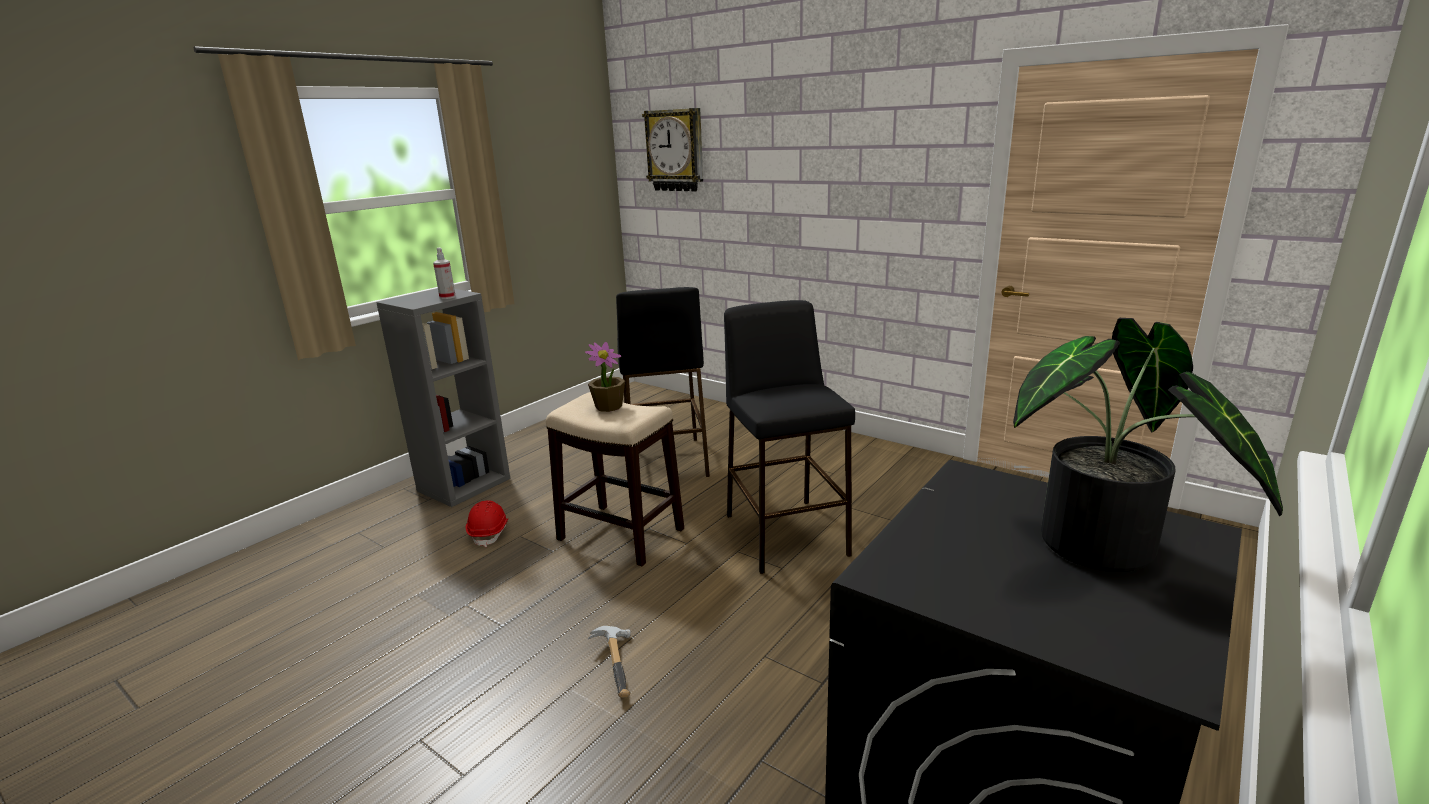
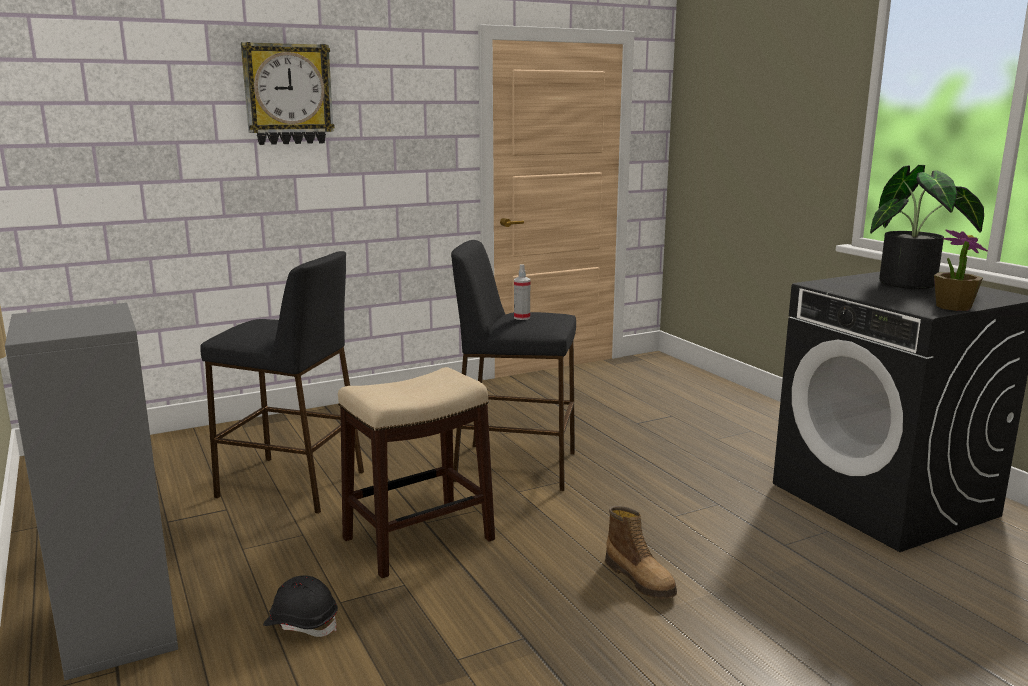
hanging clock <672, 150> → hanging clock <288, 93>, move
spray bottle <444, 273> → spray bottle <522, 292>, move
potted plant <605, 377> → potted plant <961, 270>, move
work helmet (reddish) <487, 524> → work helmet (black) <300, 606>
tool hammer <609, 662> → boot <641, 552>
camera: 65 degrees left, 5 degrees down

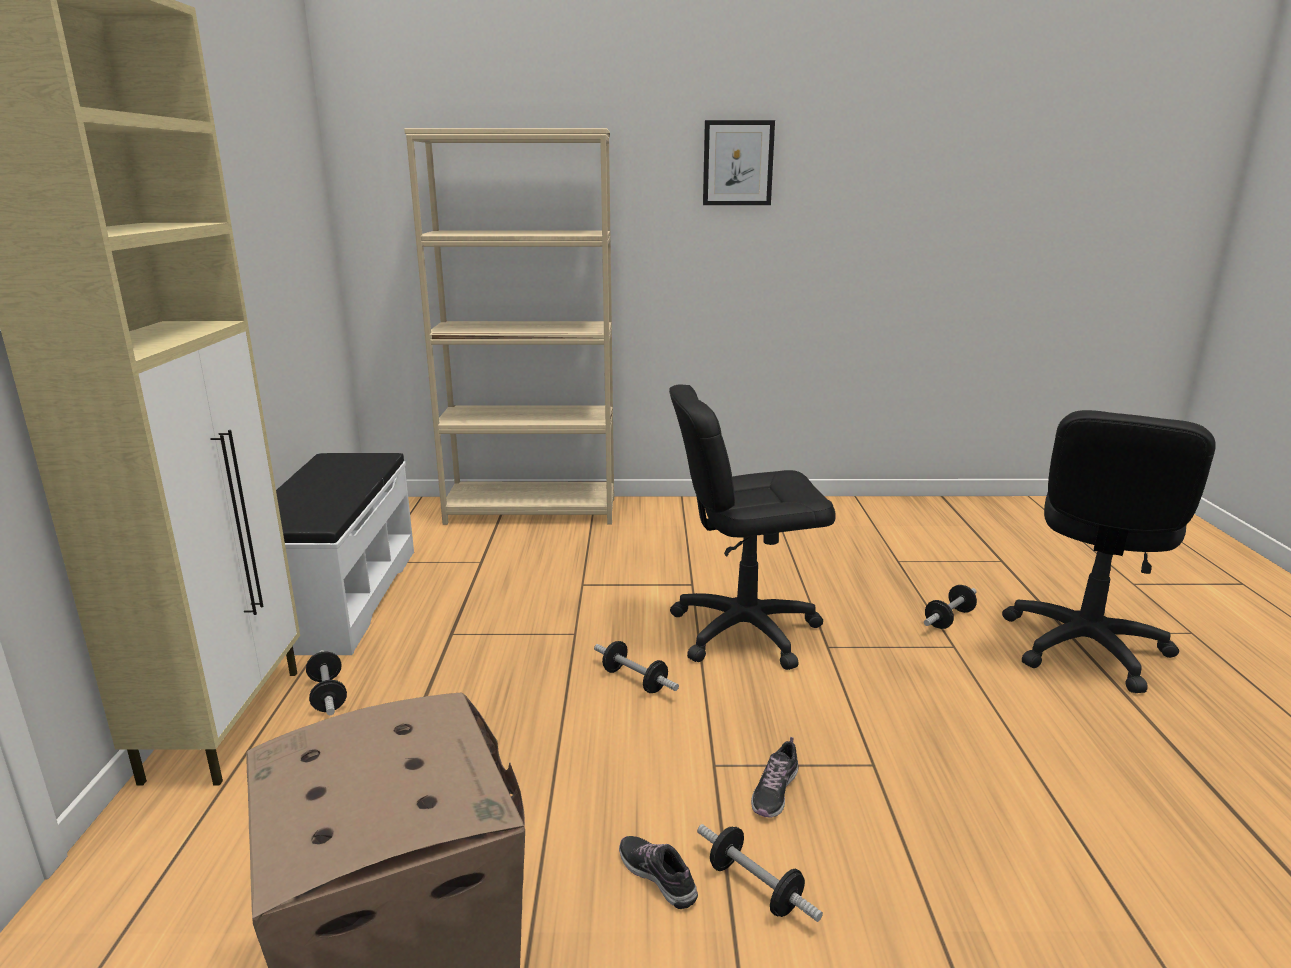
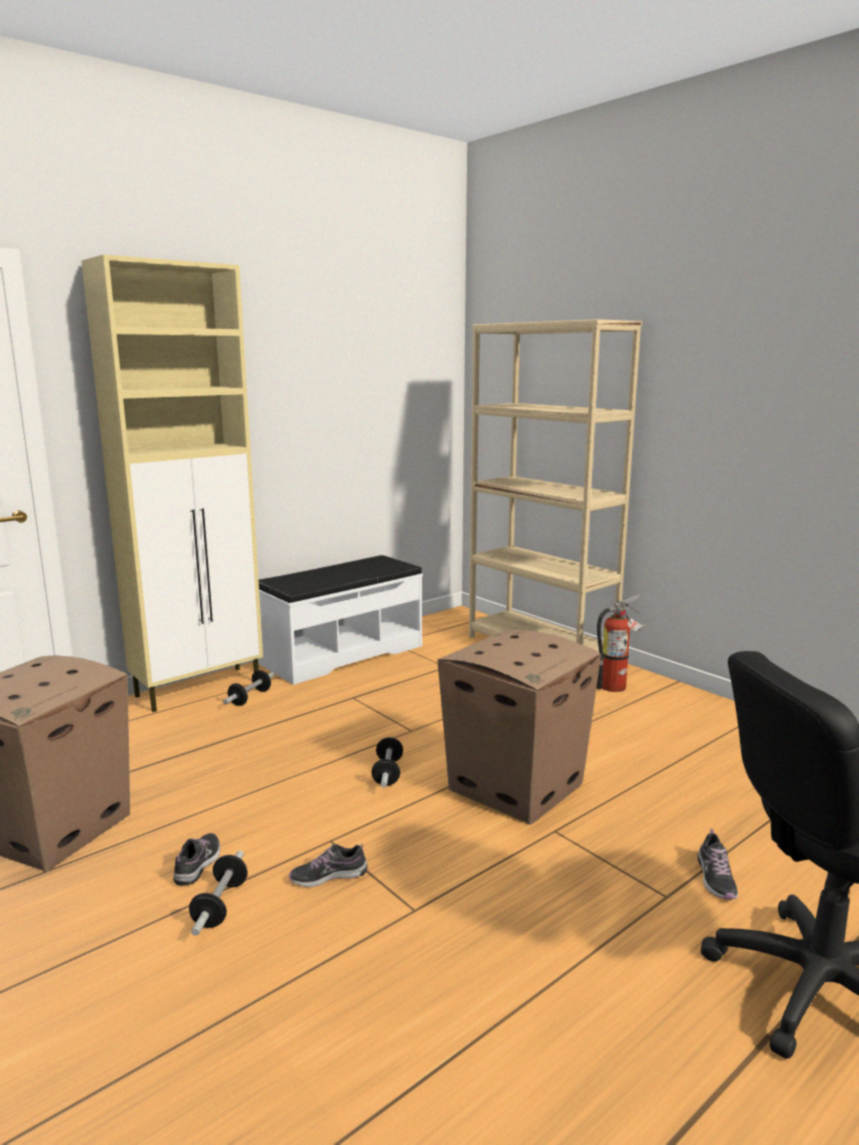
wall art <739, 162> → -
computer chair (black) <752, 527> → cardboard box <519, 727>
hand weight <950, 607> → item of footwear <718, 864>
- → fire extinguisher <621, 643>
camera: 50 degrees right, 5 degrees down

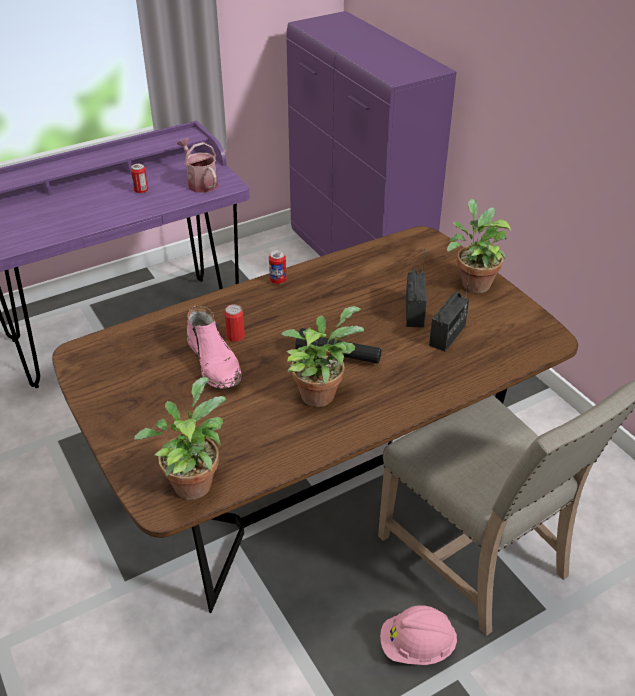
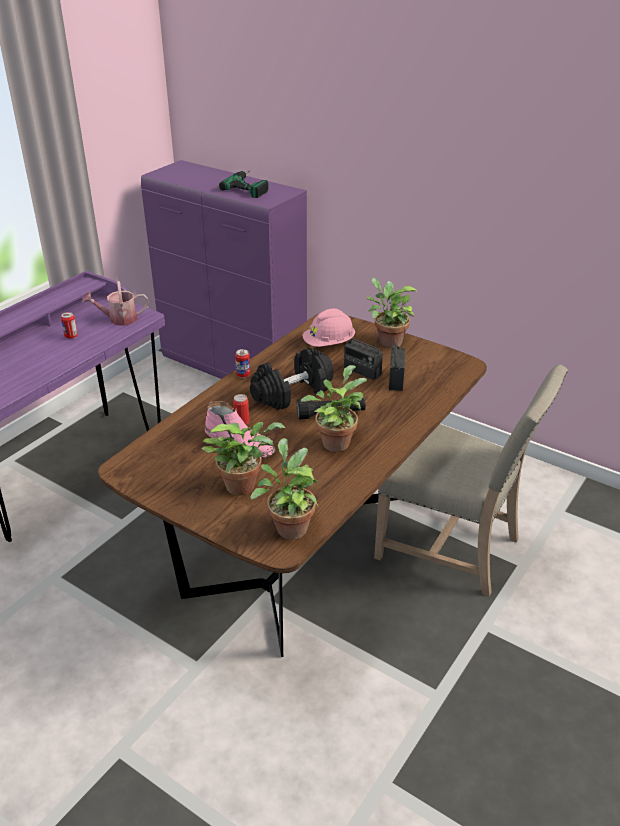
watering pot <197, 165> → watering pot <115, 303>, 45 degrees counterclockwise
radio receiver <416, 285> → radio receiver <363, 355>, 150 degrees clockwise
work helmet (pinkish) <418, 635> → work helmet (pinkish) <329, 327>, move
- → power drill <244, 184>
- → hand weight (black) <292, 378>
- → potted plant <243, 459>
camera: 25 degrees left, 5 degrees down

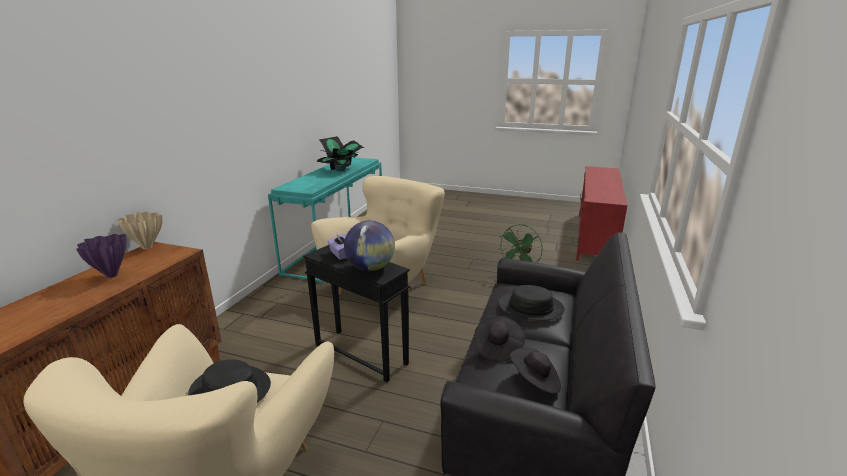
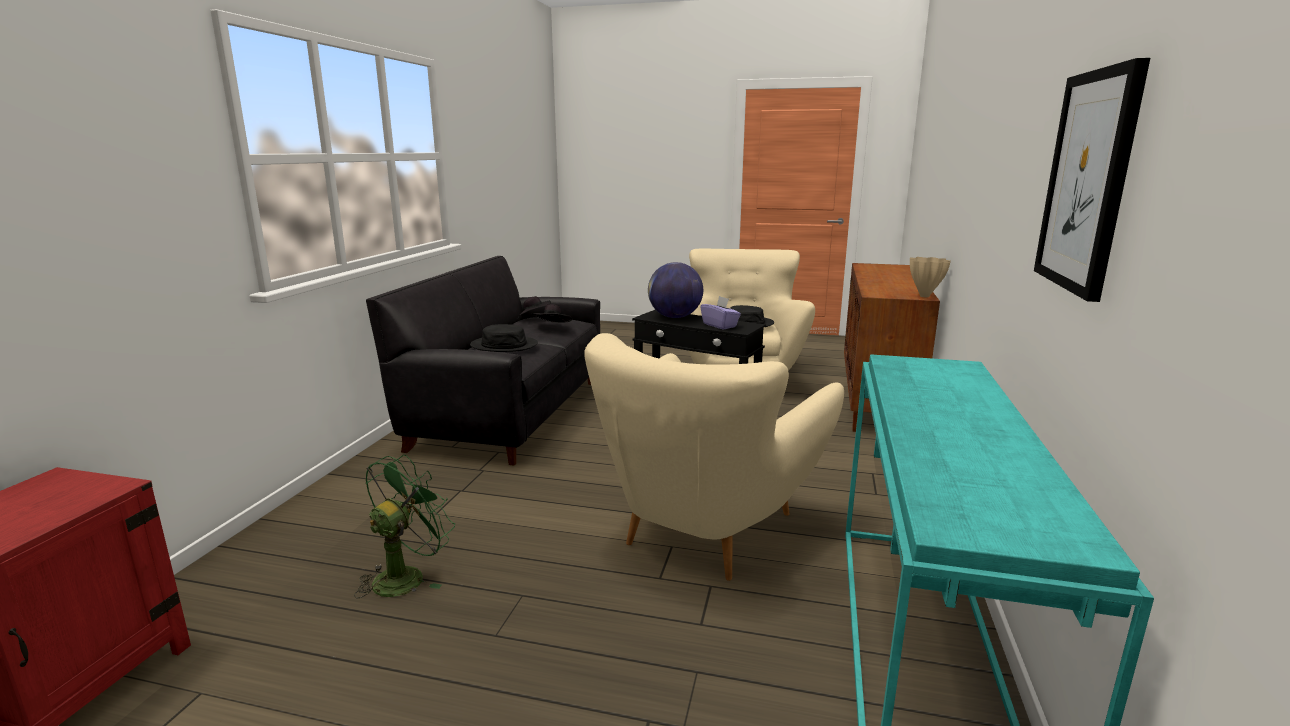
potted plant <340, 153> → -
vase (purple) <101, 256> → -
- → wall art <1092, 180>
camera: 175 degrees right, 5 degrees down

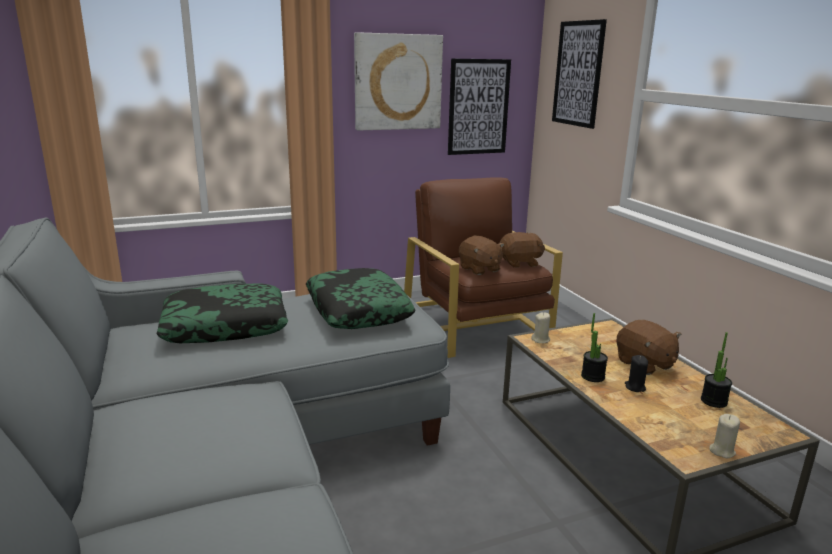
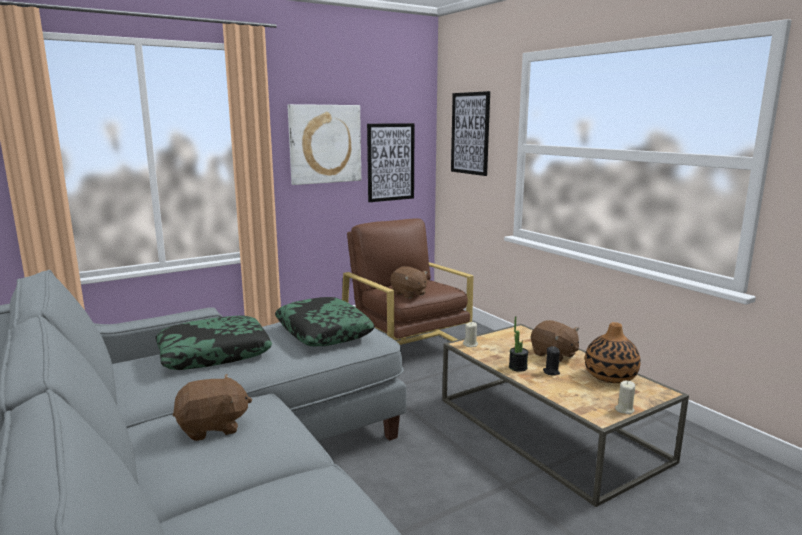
soft toy (brown) <522, 250> → soft toy (brown) <212, 407>, move
potted plant <716, 370> → vase <613, 352>
camera: 10 degrees left, 5 degrees down

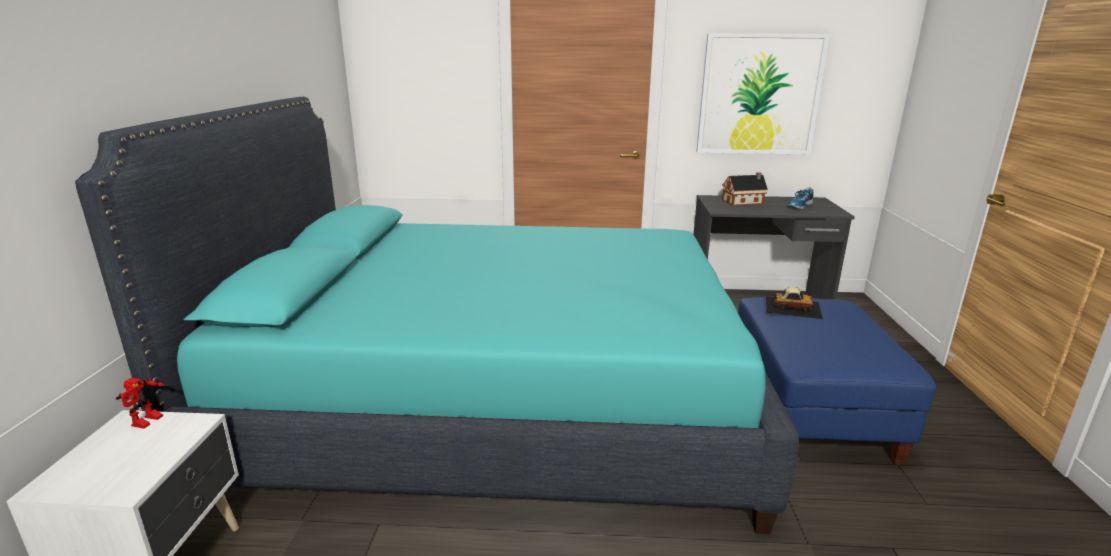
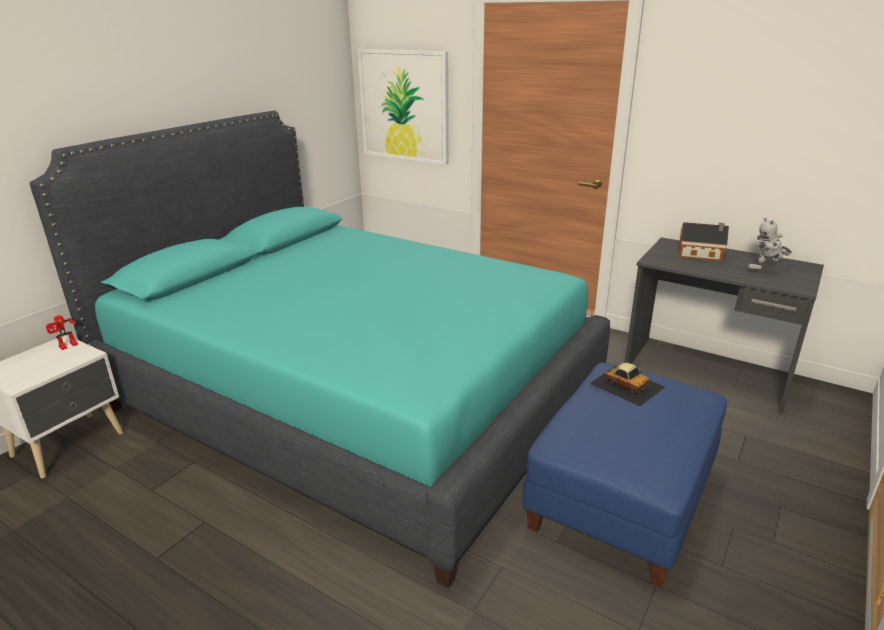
wall art <763, 93> → wall art <403, 107>, move
item of footwear <800, 198> → toy robot <769, 244>
camera: 30 degrees right, 5 degrees up

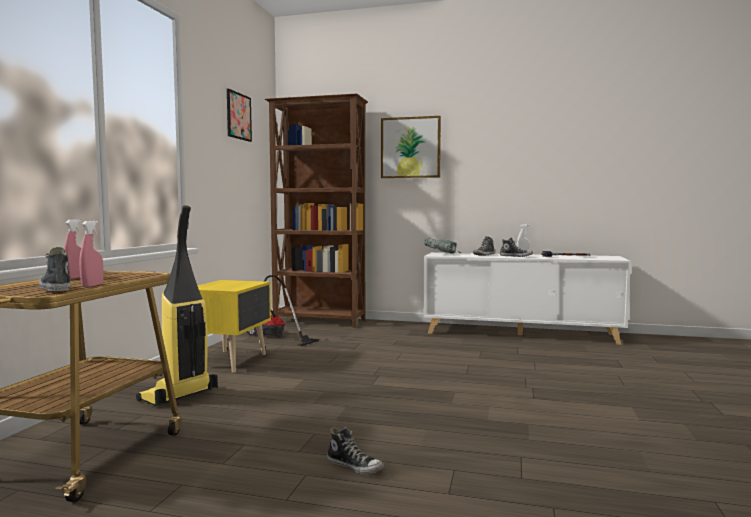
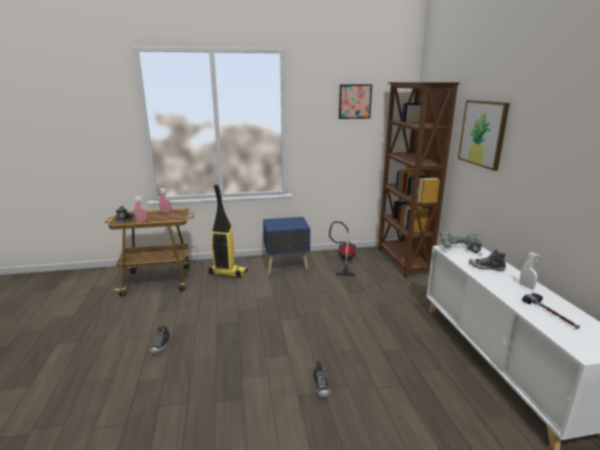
item of footwear <516, 247> → item of footwear <322, 379>, move
nightstand (yellowish) <234, 326> → nightstand (bluish) <286, 245>
camera: 65 degrees right, 15 degrees up

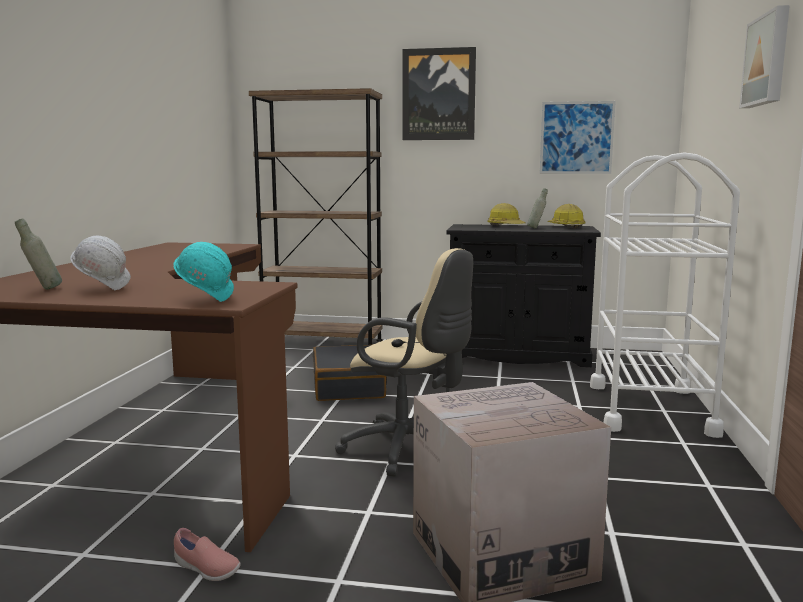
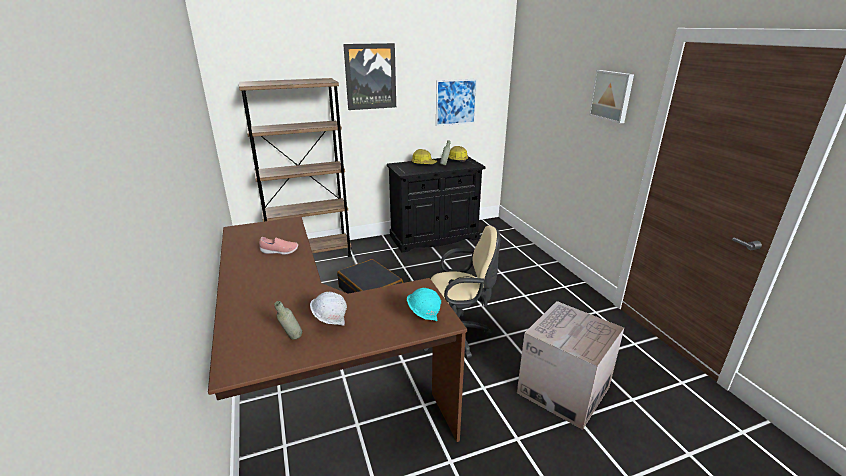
trolley (white) <665, 295> → -
item of footwear (pinkish) <207, 554> → item of footwear (pinkish) <278, 246>, move
camera: 30 degrees left, 15 degrees up

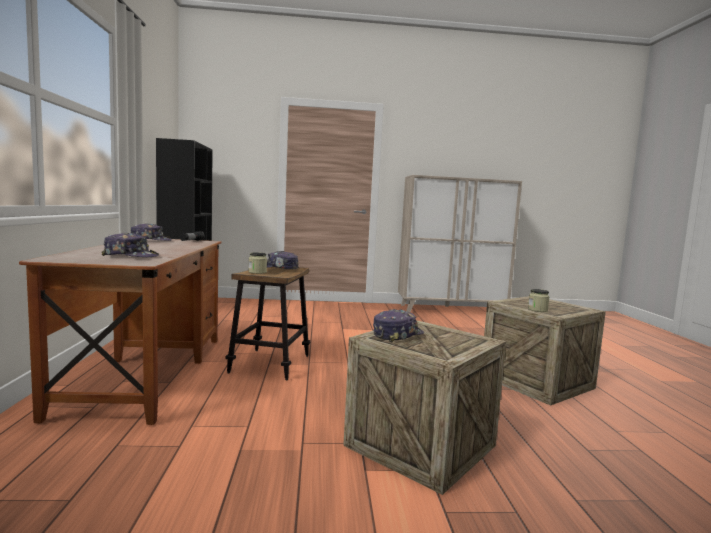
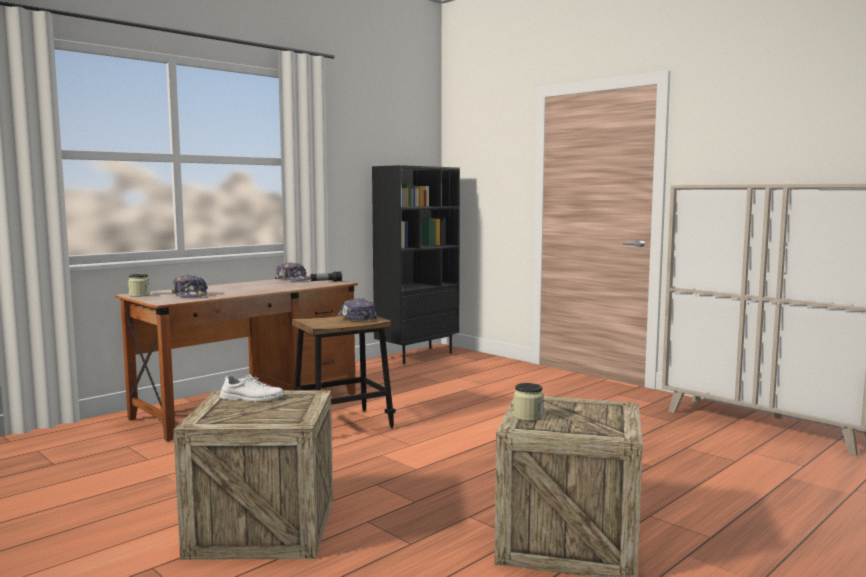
preserve jar <257, 263> → preserve jar <139, 285>, move
peaked cap <398, 325> → item of footwear (white) <252, 388>
camera: 50 degrees right, 0 degrees up

